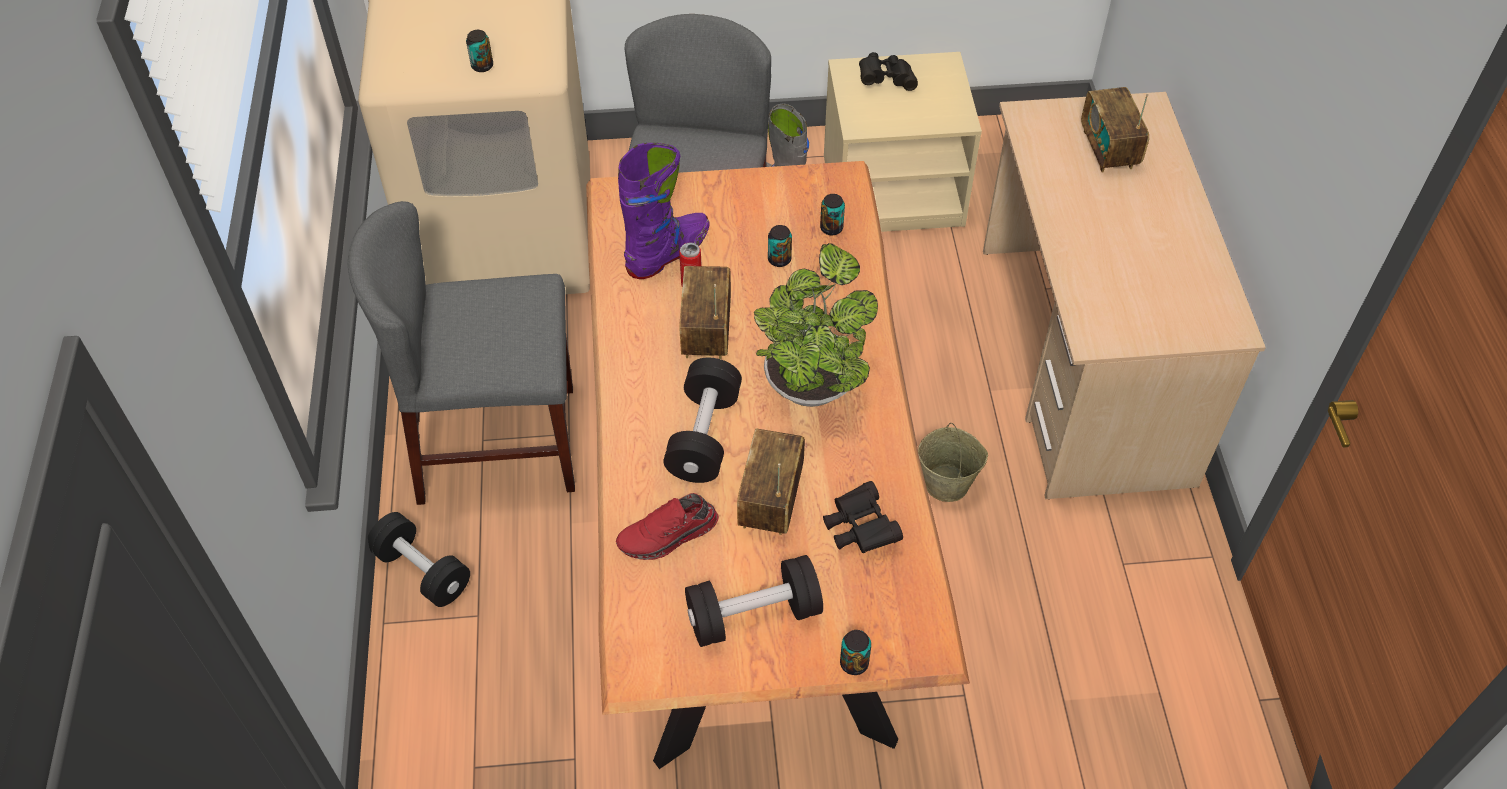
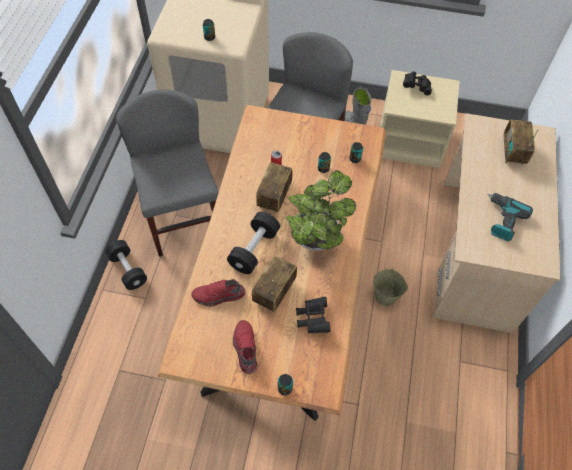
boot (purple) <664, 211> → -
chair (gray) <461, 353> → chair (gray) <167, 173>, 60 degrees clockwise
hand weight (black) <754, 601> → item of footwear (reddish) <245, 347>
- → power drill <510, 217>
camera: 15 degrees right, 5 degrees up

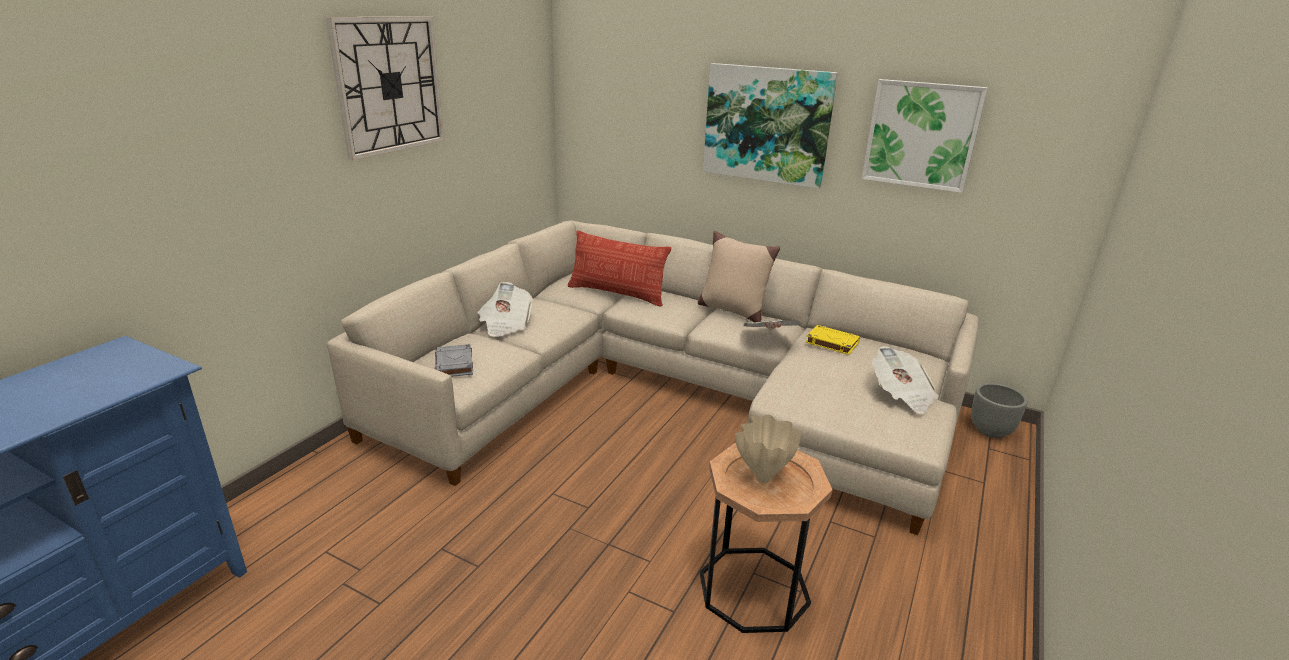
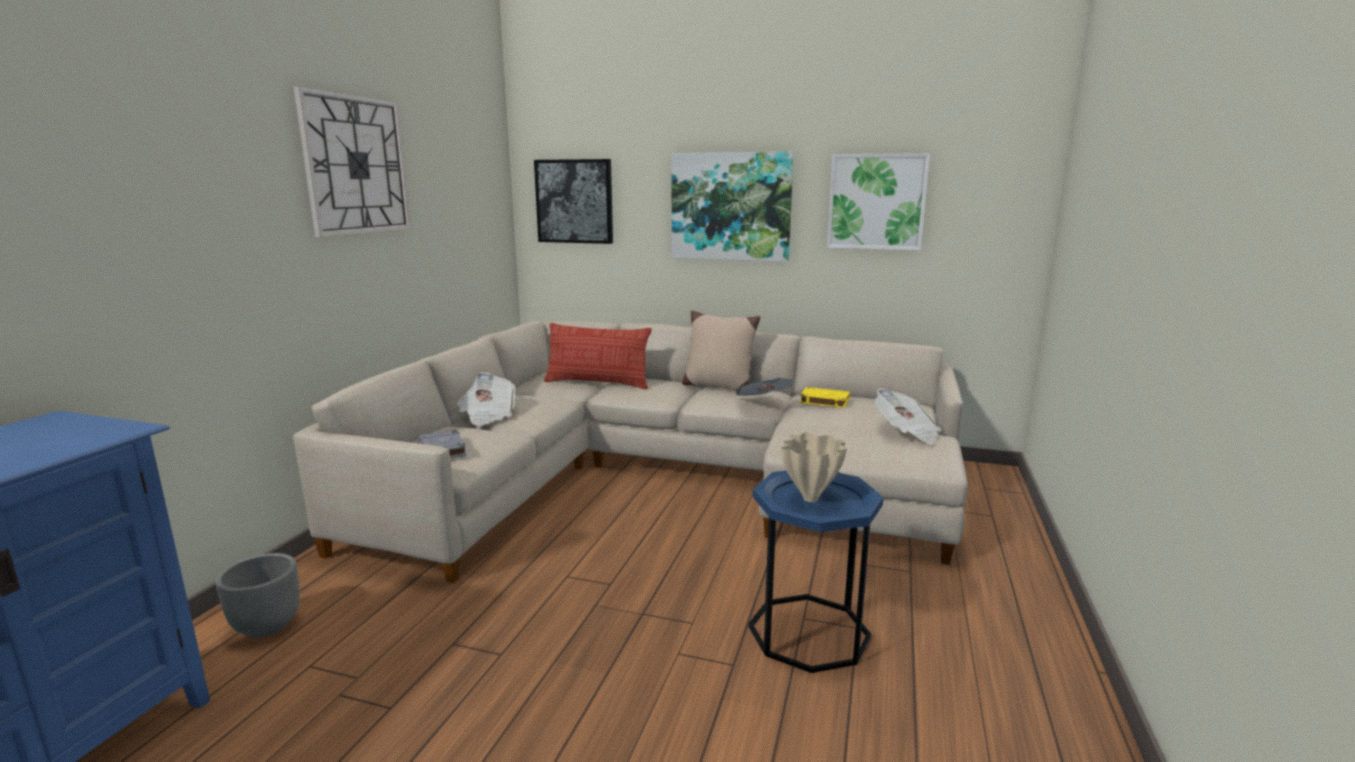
planter (gray) <999, 410> → planter (gray) <258, 595>, move
side table (brown) <766, 537> → side table (bluish) <816, 572>
- → wall art <573, 201>
camera: 10 degrees left, 10 degrees down

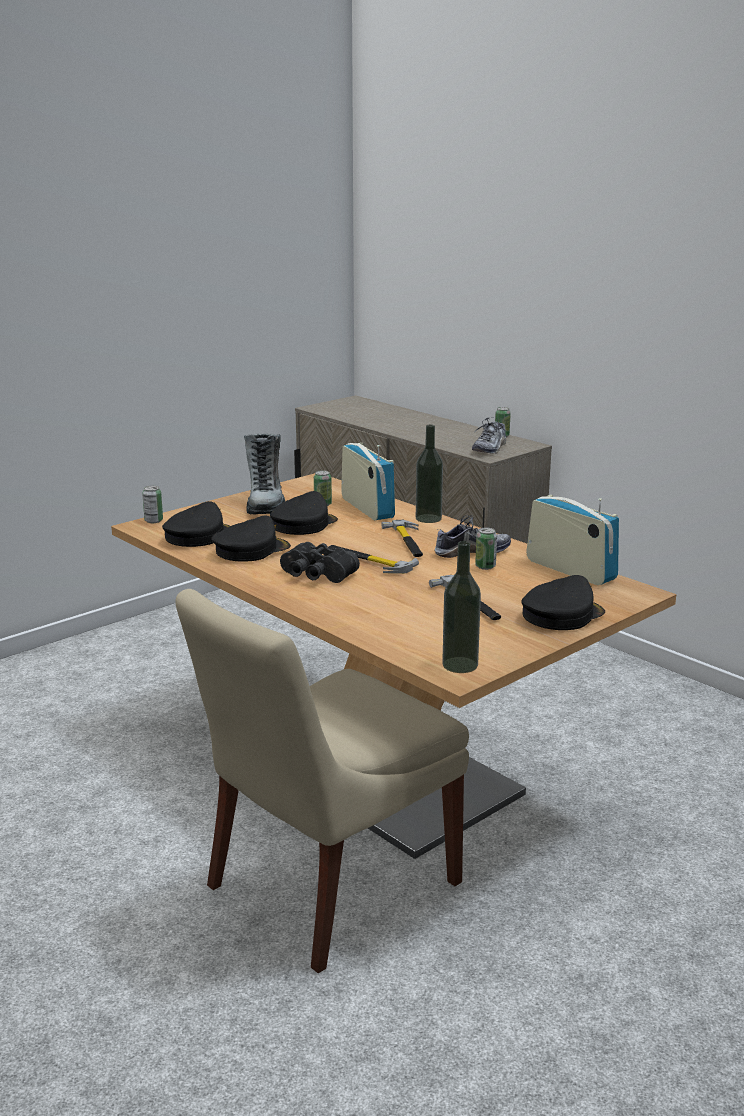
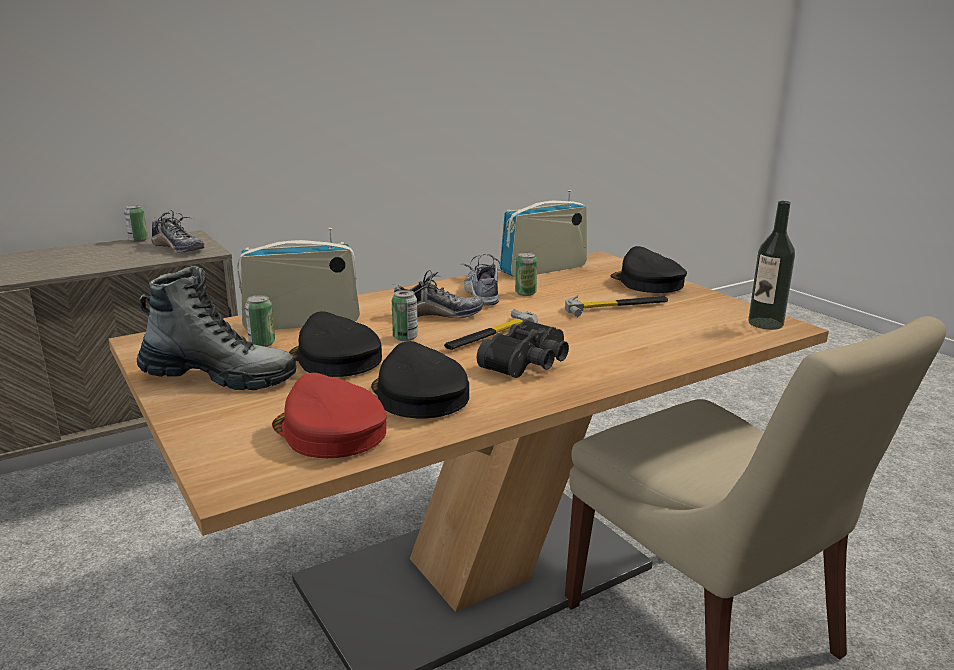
beverage bottle <429, 473> → -
metal can <152, 504> → metal can <405, 315>, move
peaked cap (black) <196, 524> → peaked cap (reddish) <329, 415>
tool hammer <402, 538> → item of footwear <437, 294>
camera: 80 degrees left, 0 degrees up

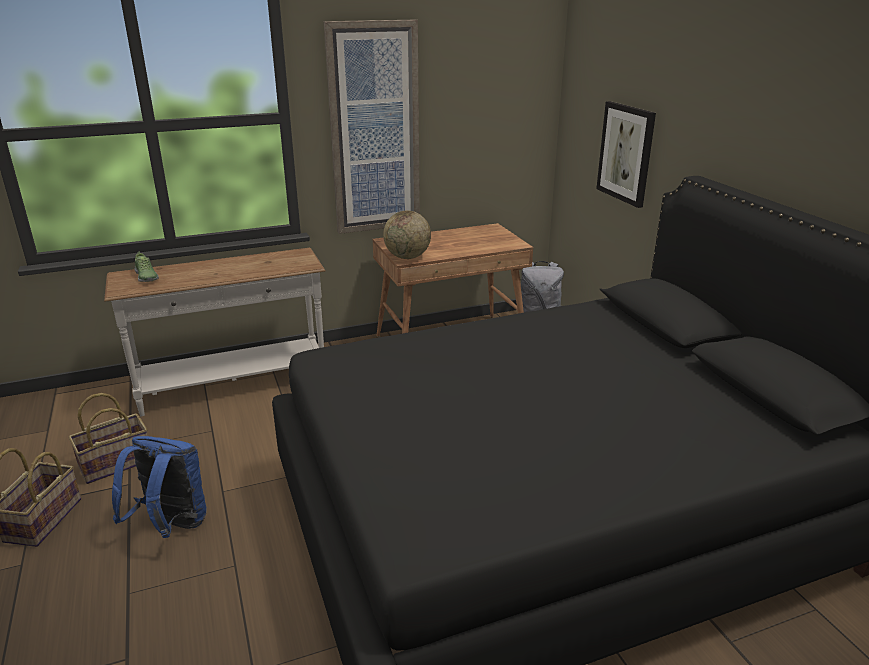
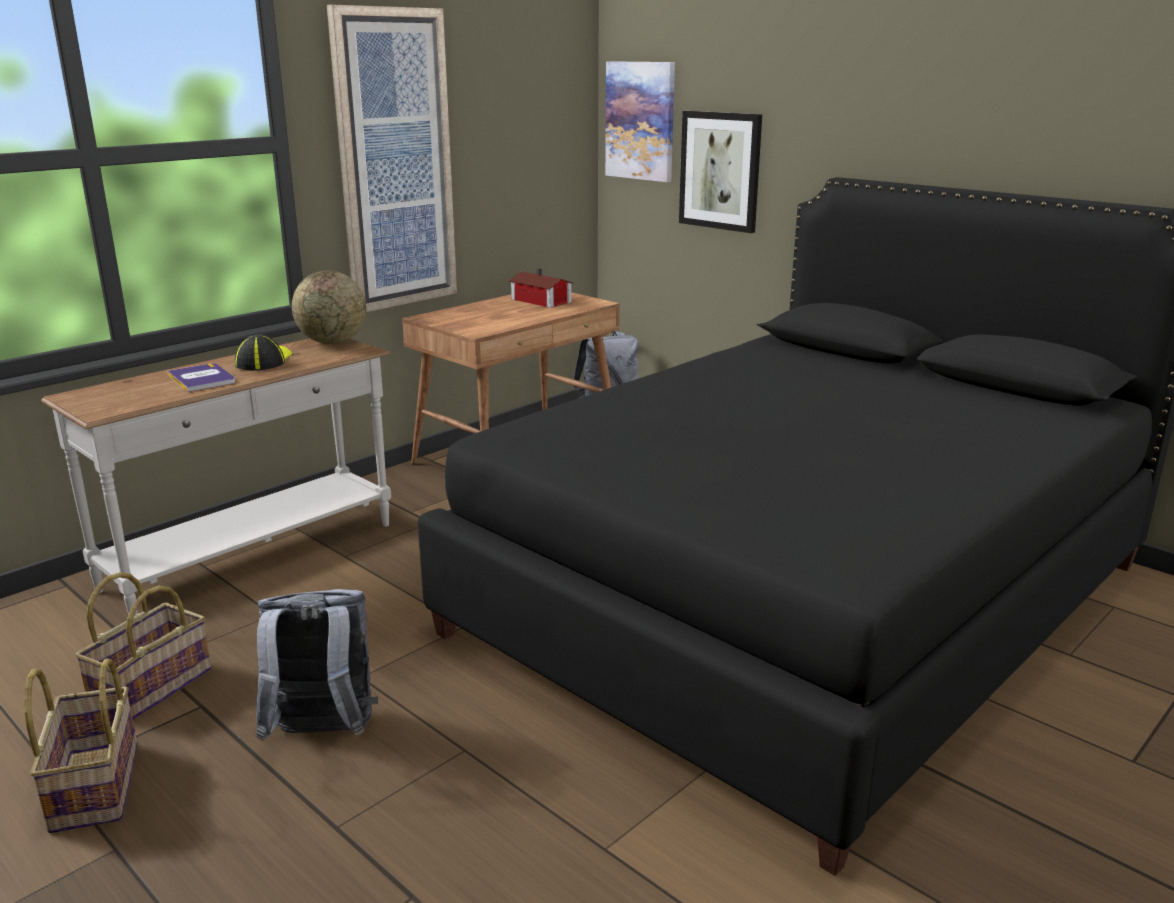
desk globe <407, 235> → desk globe <329, 307>, move
item of footwear <146, 266> → -
rucksack (bluish) <159, 487> → rucksack (gray) <317, 665>
- → wall art <640, 121>
- → miniature house <541, 288>
- → peaked cap <263, 352>
- → bound book <201, 377>
camera: 25 degrees left, 5 degrees down

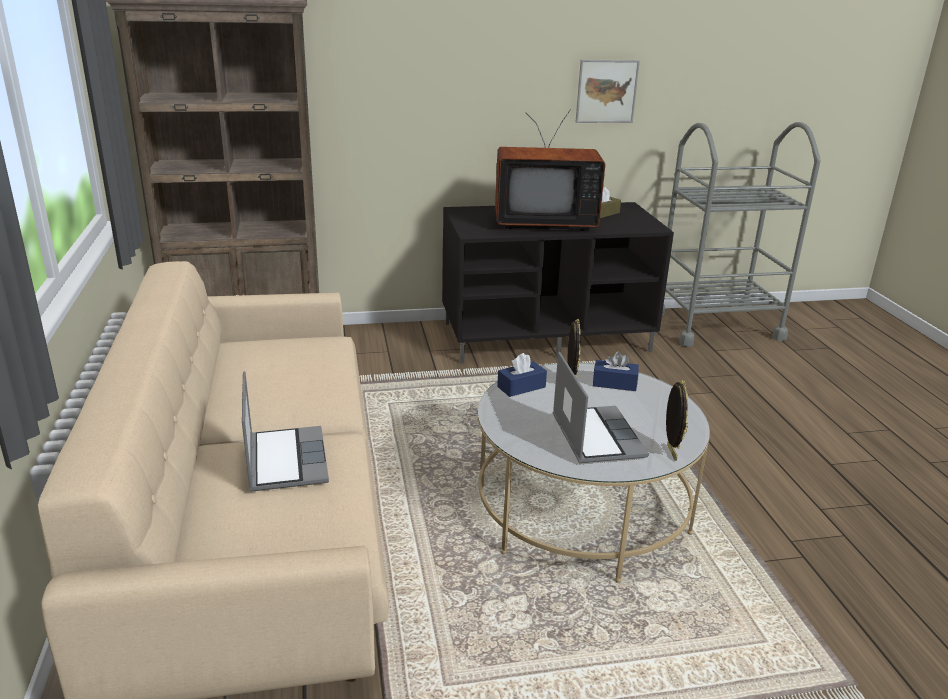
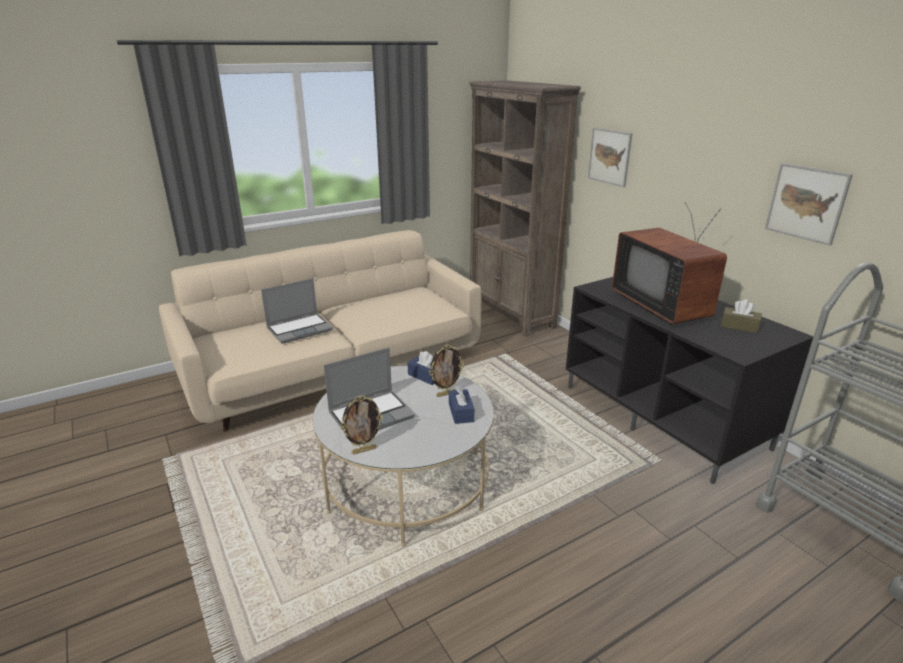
- → wall art <610, 157>
camera: 70 degrees right, 0 degrees up

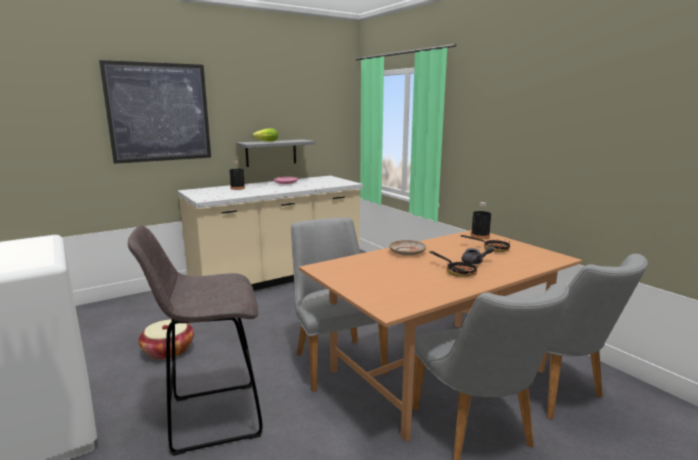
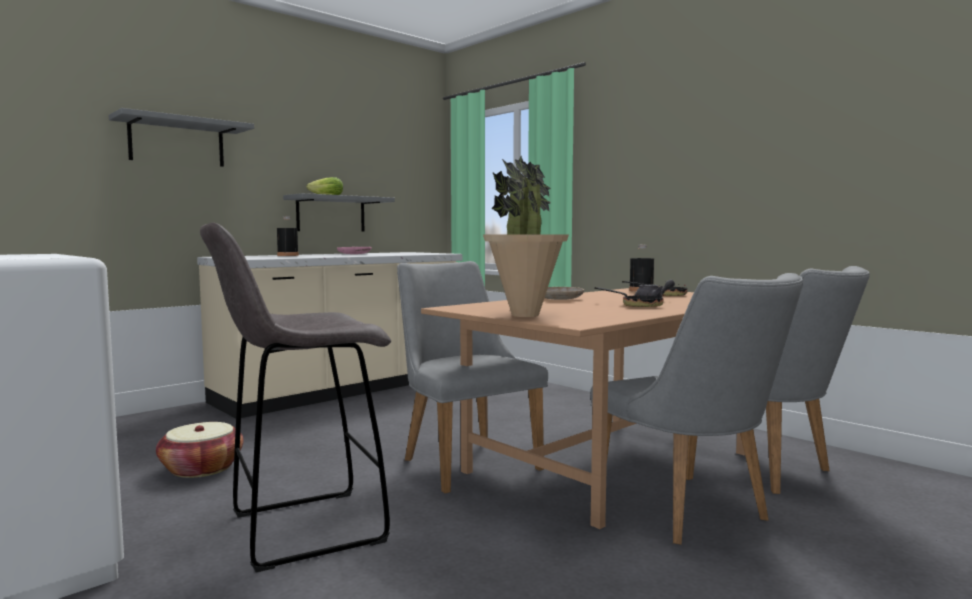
wall art <155, 112> → wall shelf (gray) <181, 137>
- → potted plant <526, 236>
camera: 10 degrees left, 10 degrees down

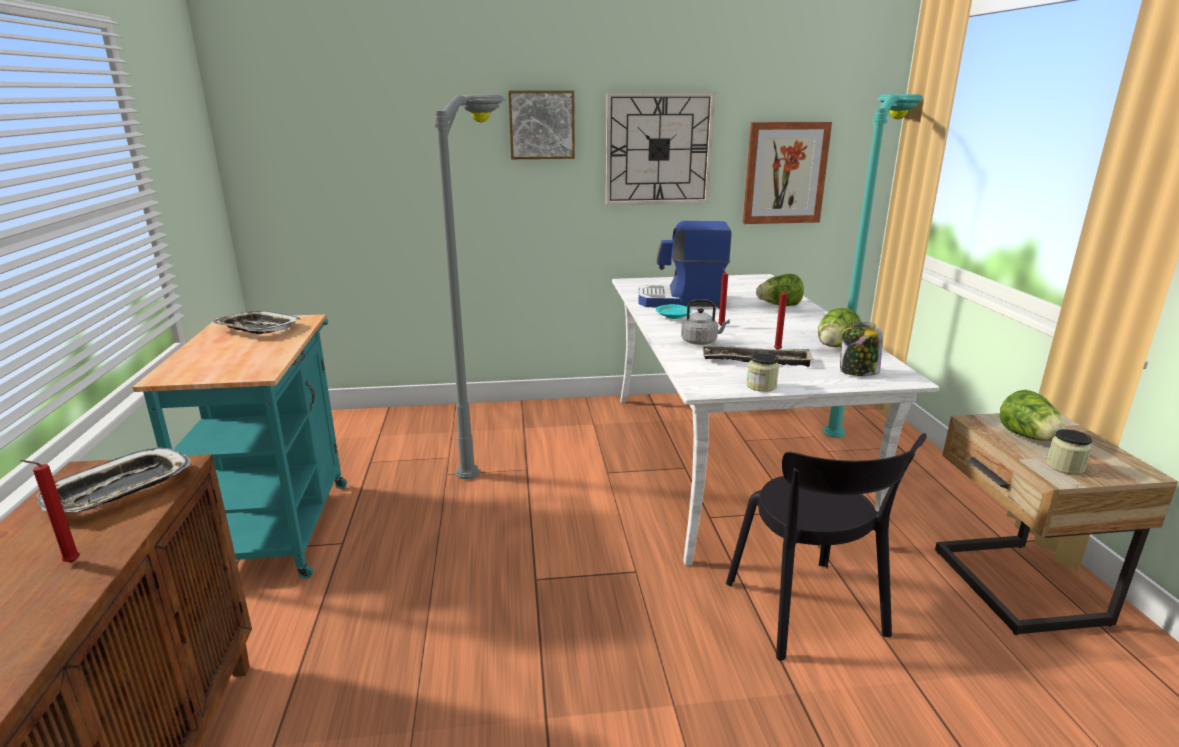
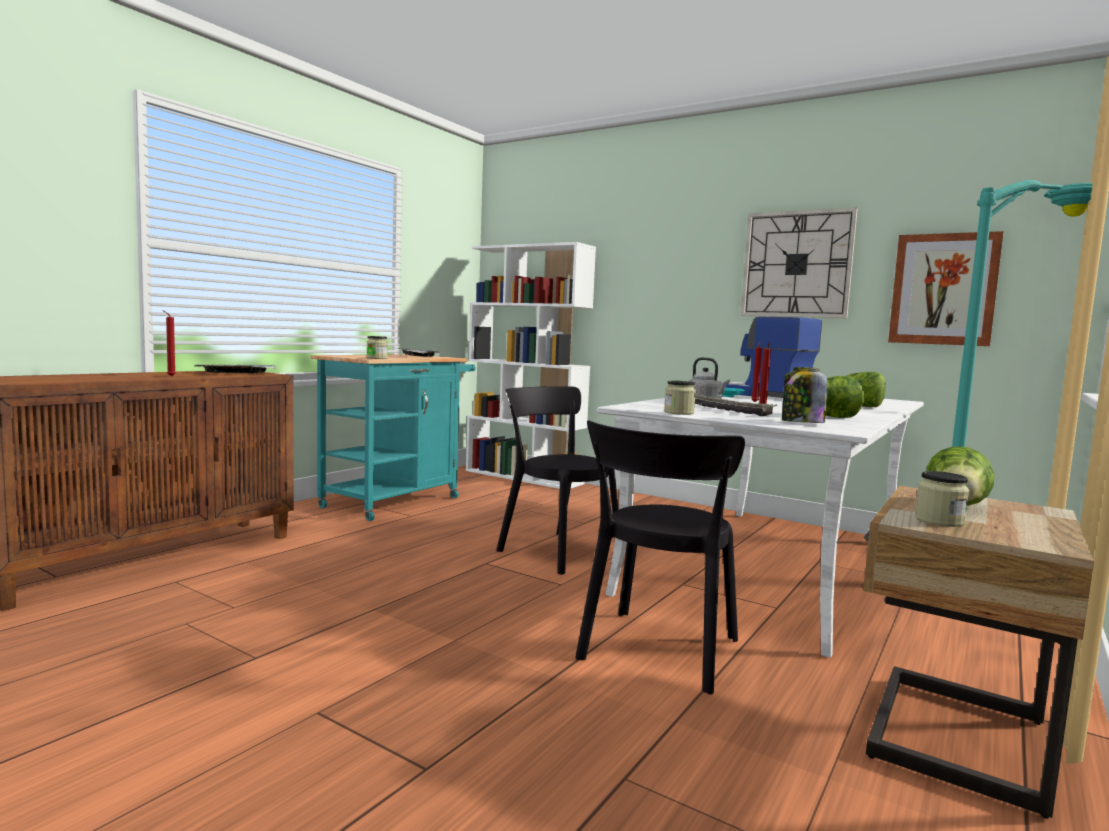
wall art <541, 125> → -
standing lamp (gray) <469, 287> → -
- → bookshelf (white) <531, 365>
- → preserve jar <377, 347>
- → chair (black) <557, 480>
camera: 40 degrees right, 15 degrees down

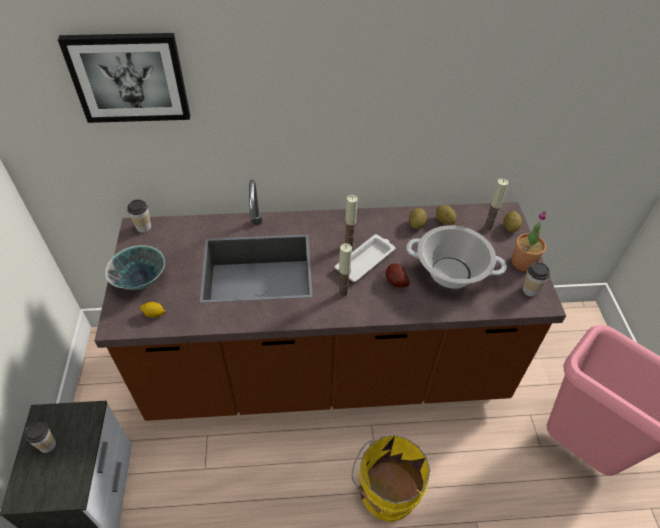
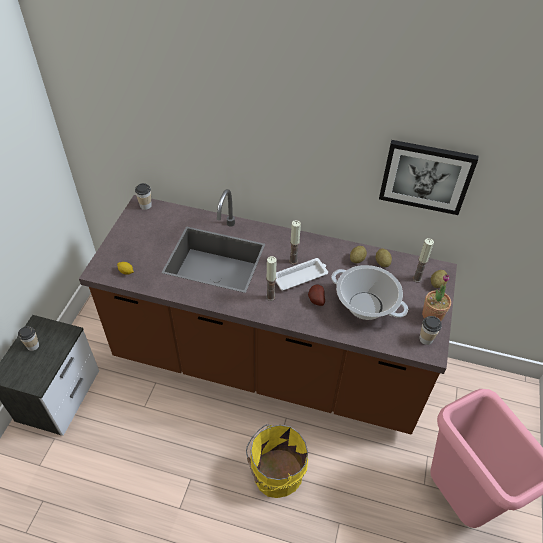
wall art <124, 78> → wall art <429, 177>, move
deep dish <135, 267> → -
camera: 20 degrees right, 0 degrees up

